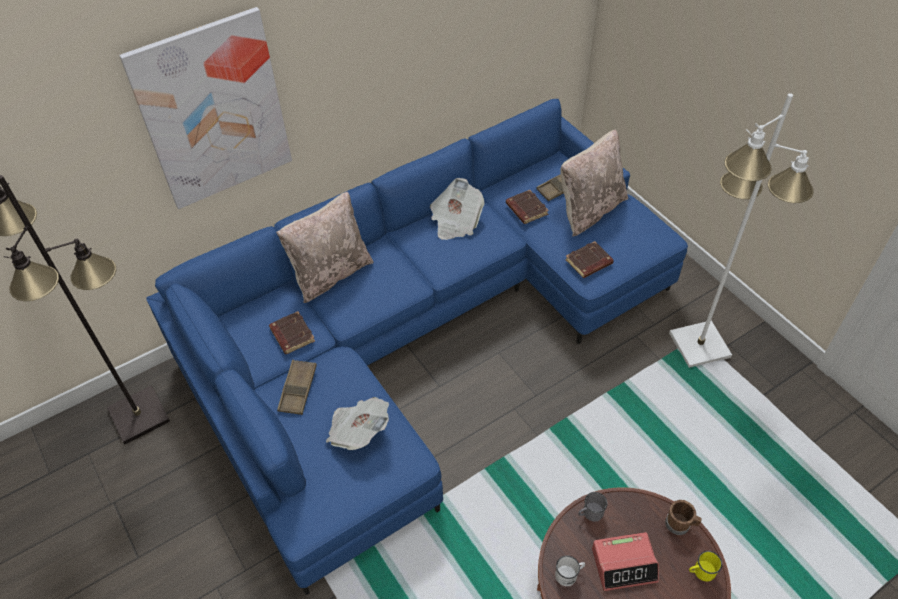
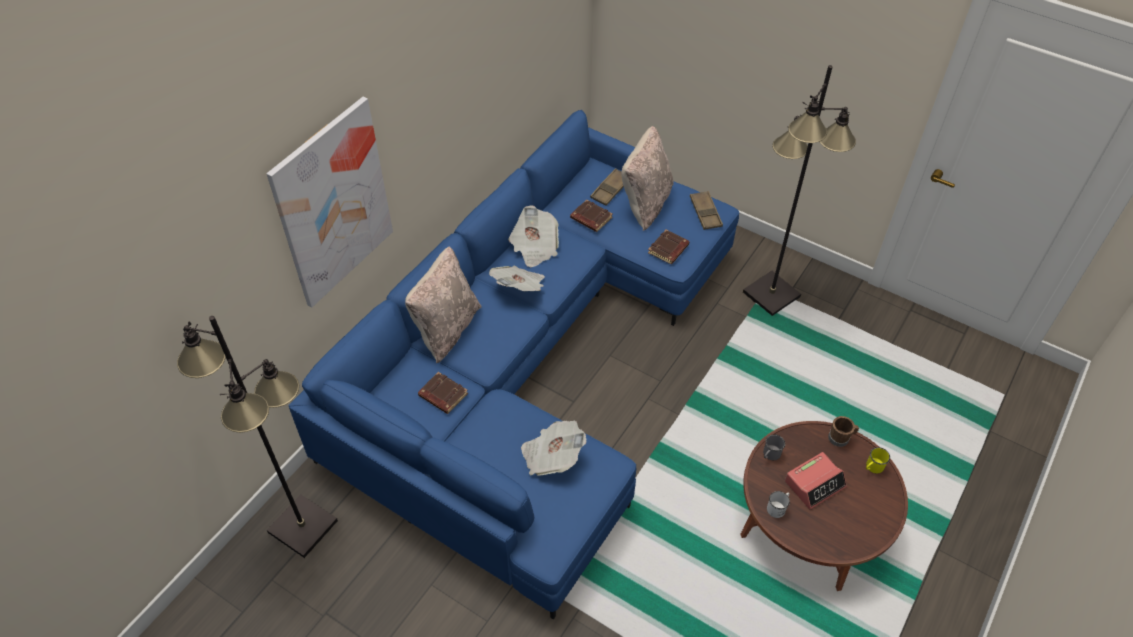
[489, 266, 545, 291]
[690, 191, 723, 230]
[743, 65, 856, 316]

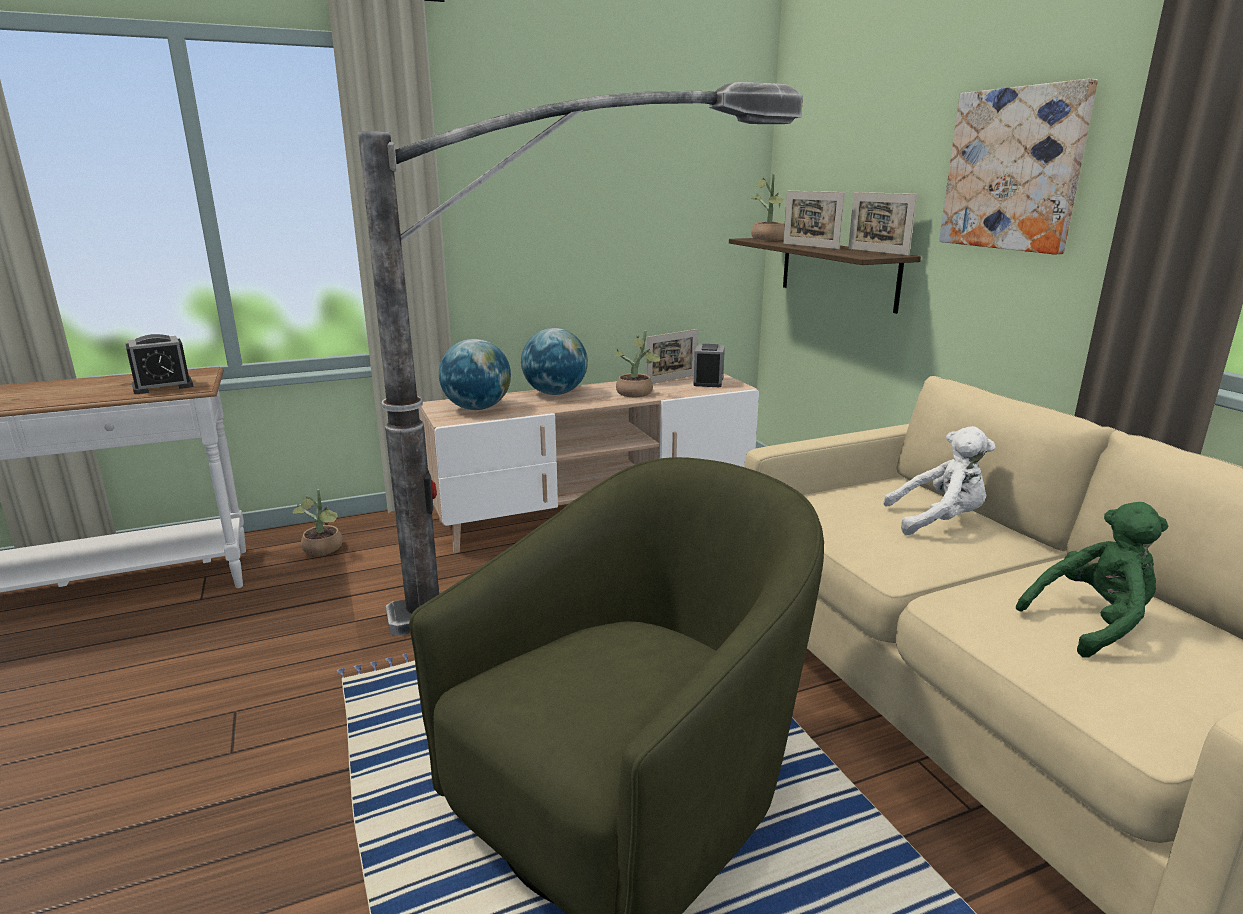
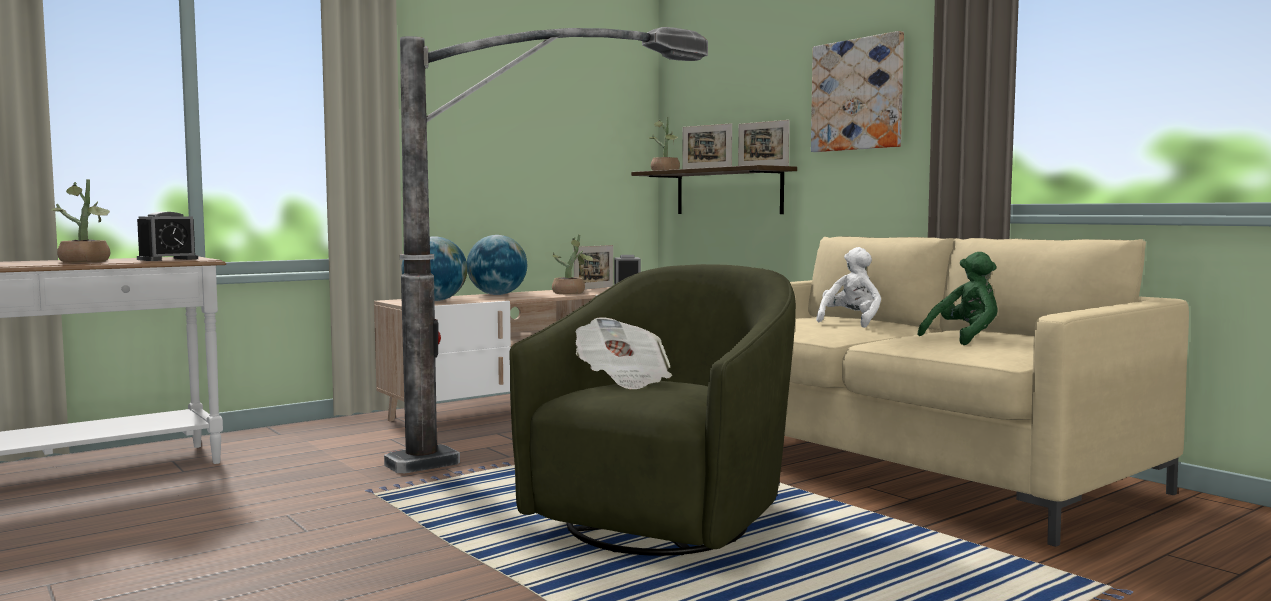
[576, 318, 672, 389]
[51, 179, 110, 263]
[816, 247, 881, 328]

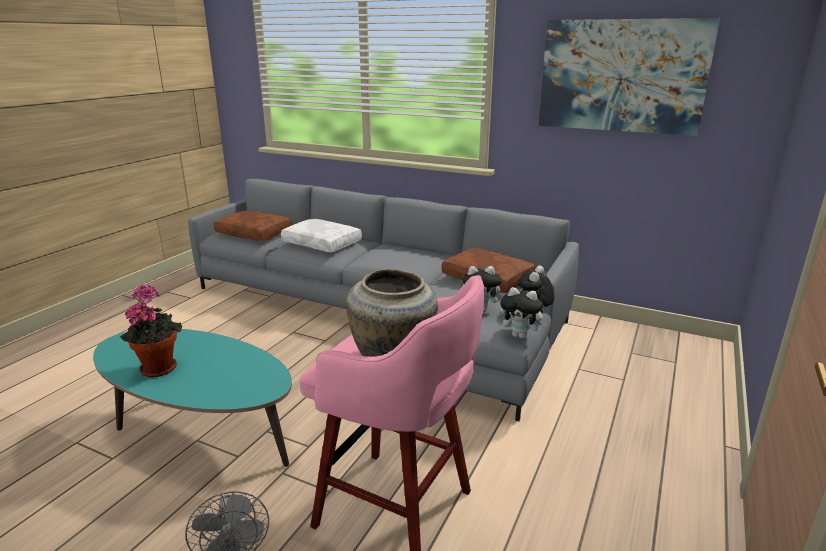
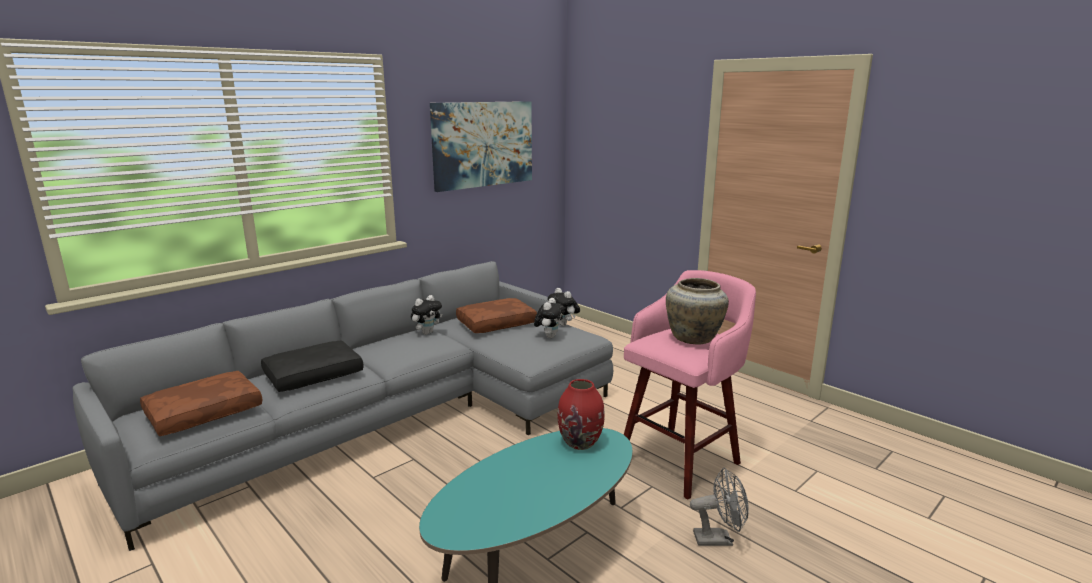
[120, 284, 182, 377] (first image)
[557, 379, 605, 450]
[411, 295, 442, 335]
[261, 340, 364, 392]

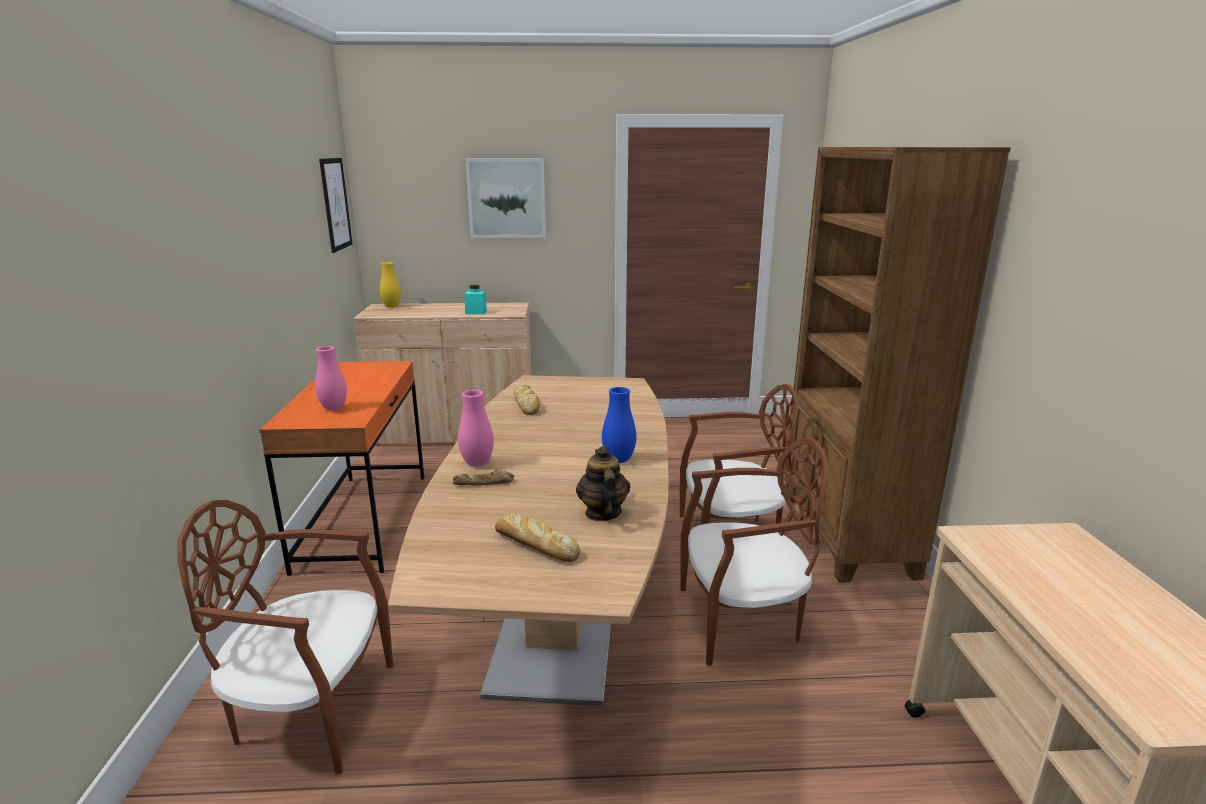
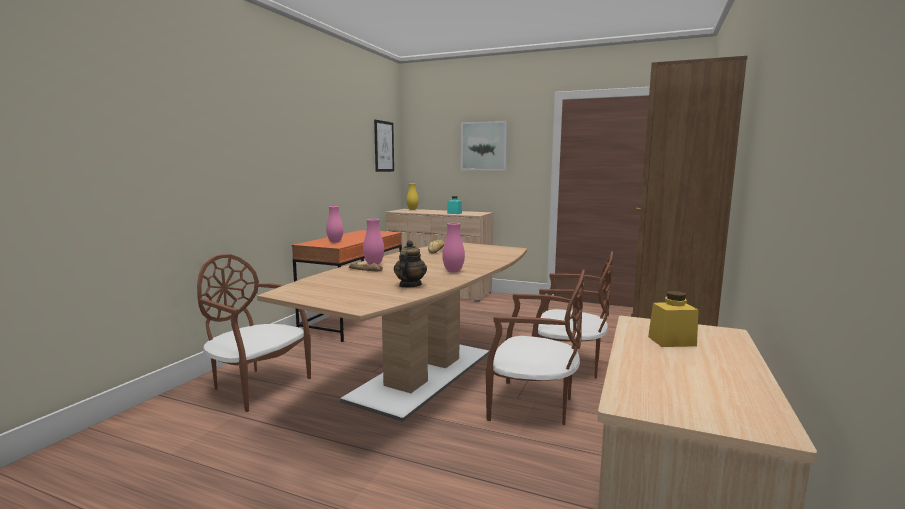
[495, 513, 580, 562] (first image)
[648, 291, 699, 347]
[442, 223, 465, 273]

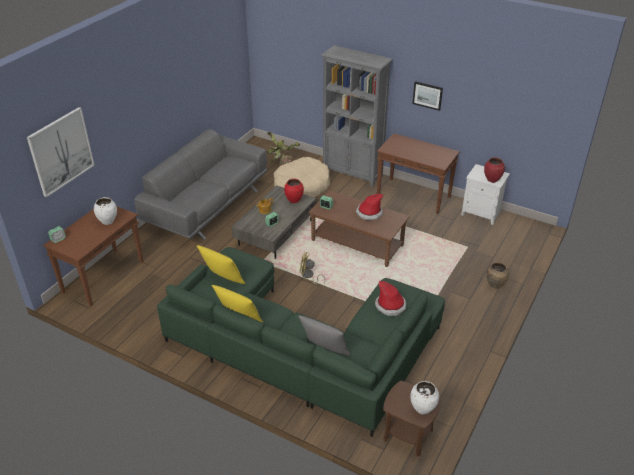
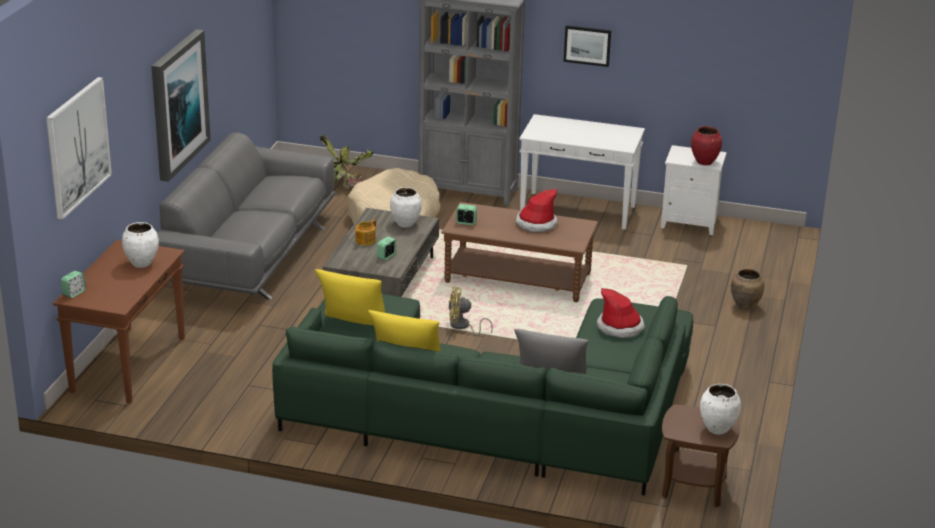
[151, 29, 211, 182]
[390, 187, 422, 227]
[519, 114, 645, 230]

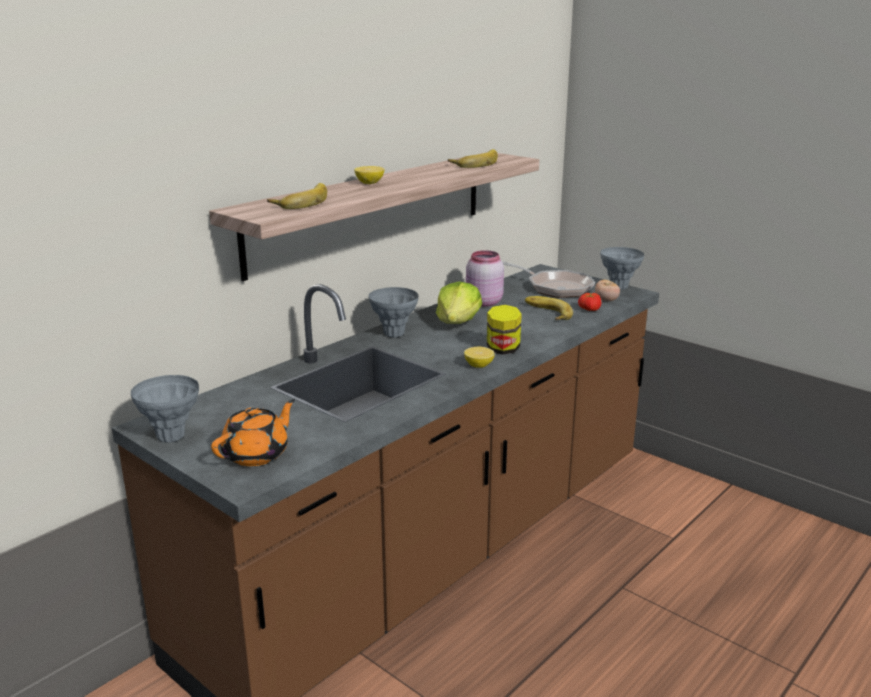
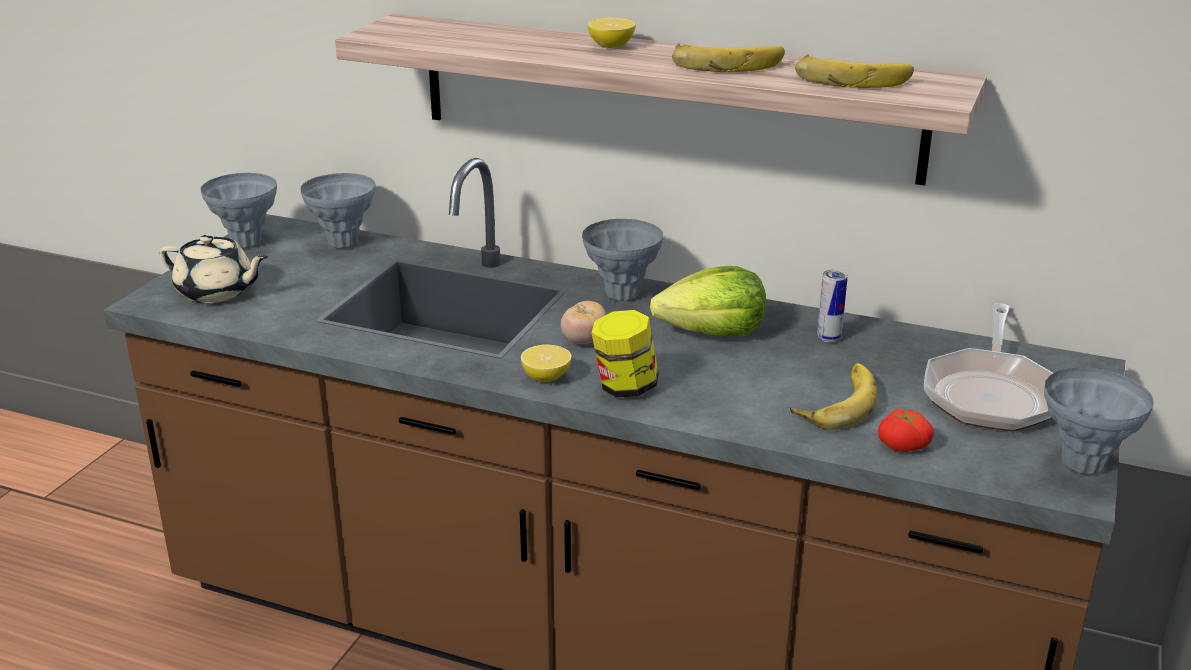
[301, 173, 376, 249]
[672, 43, 785, 72]
[561, 301, 606, 344]
[817, 270, 848, 343]
[159, 234, 268, 303]

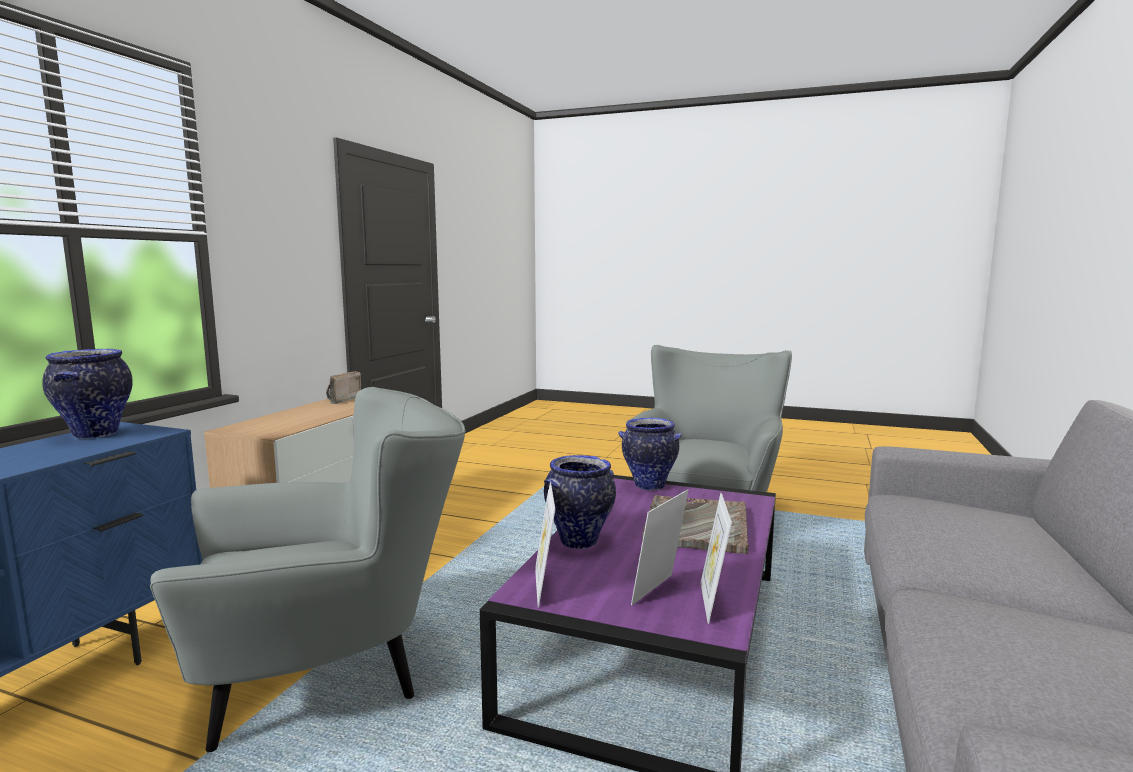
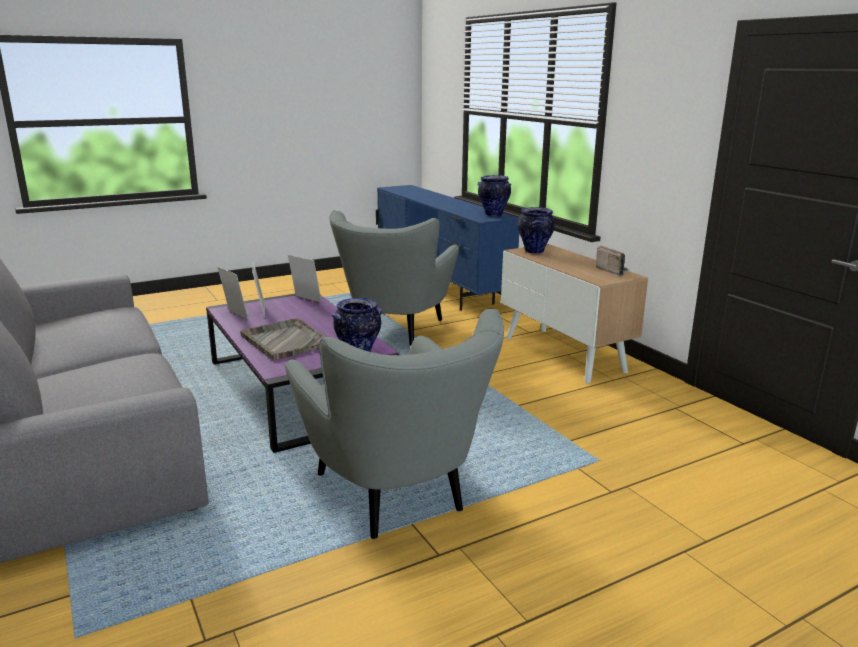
[517, 207, 555, 254]

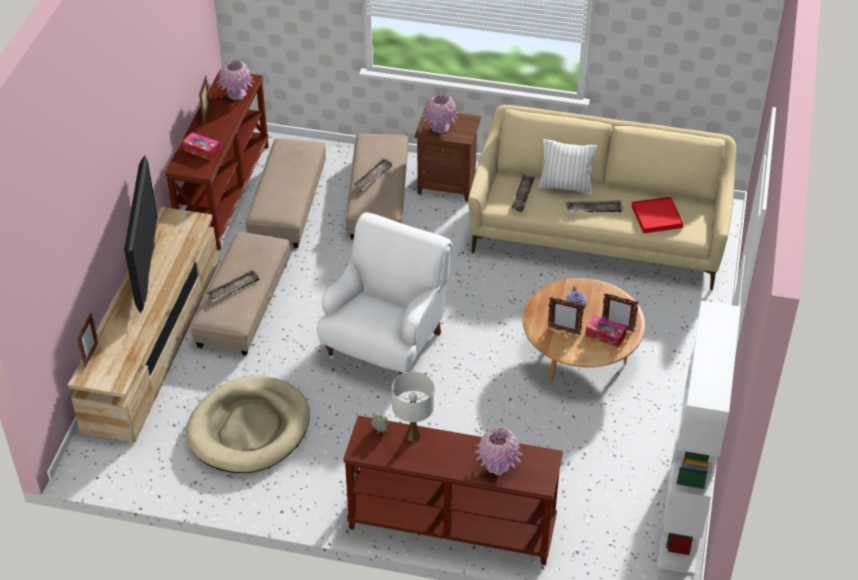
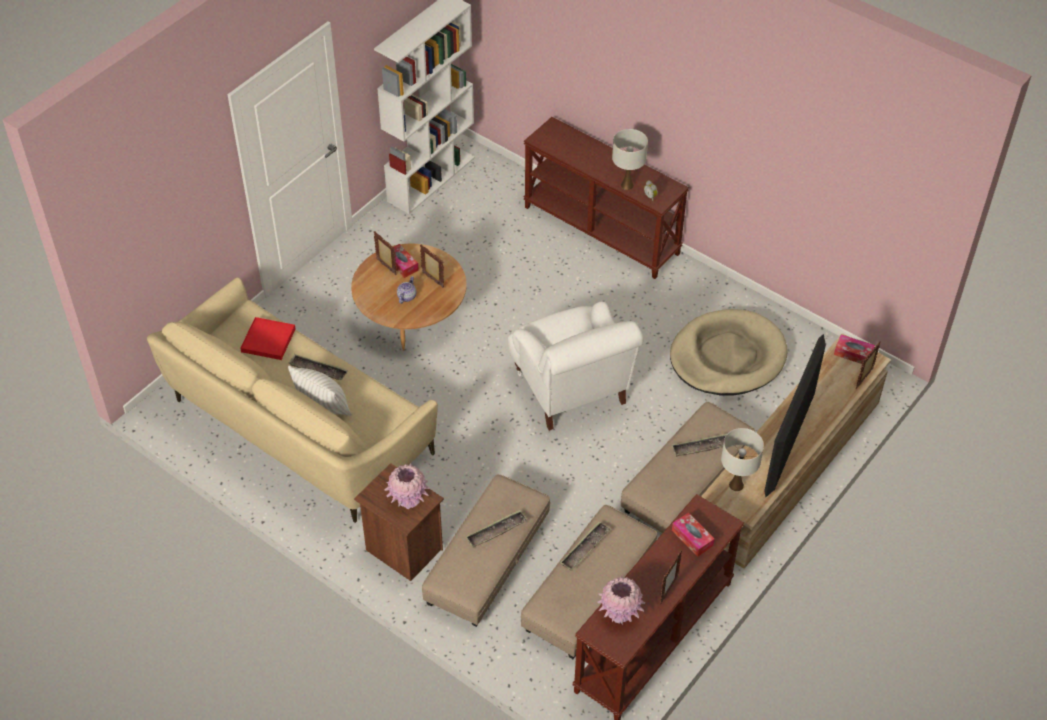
[475, 427, 523, 475] (first image)
[721, 428, 764, 491]
[834, 335, 875, 364]
[560, 521, 611, 571]
[508, 301, 644, 431]

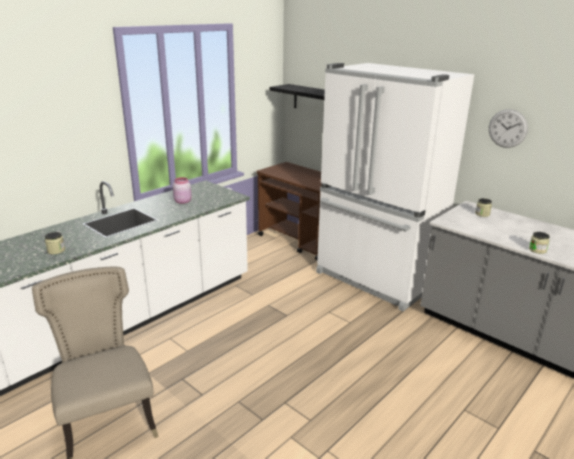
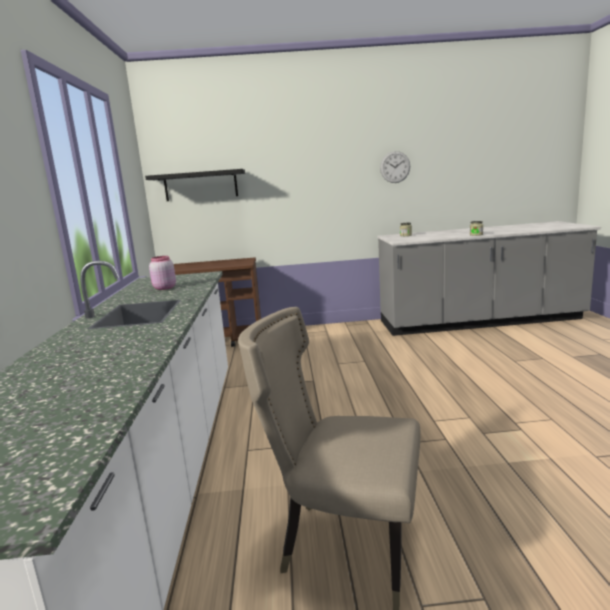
[45, 232, 65, 254] (first image)
[316, 63, 475, 311] (first image)

